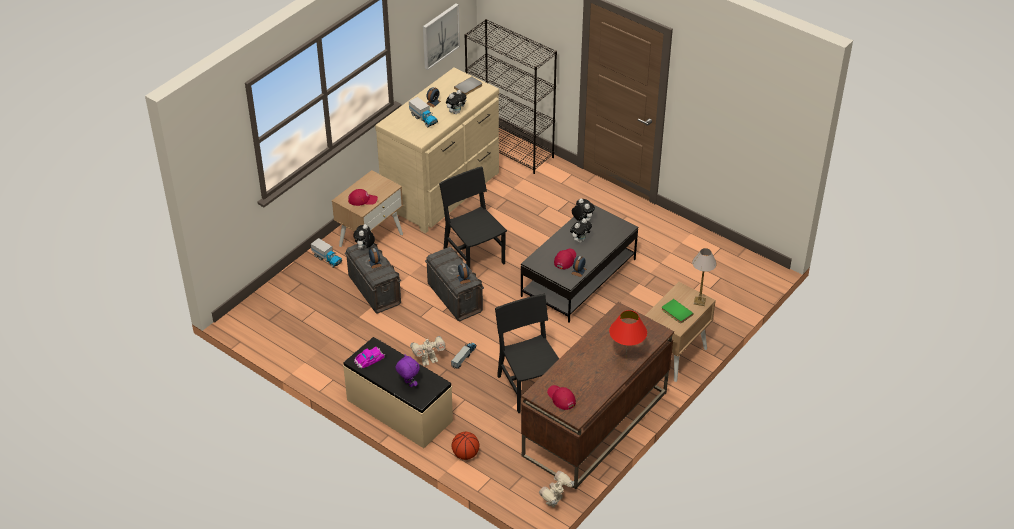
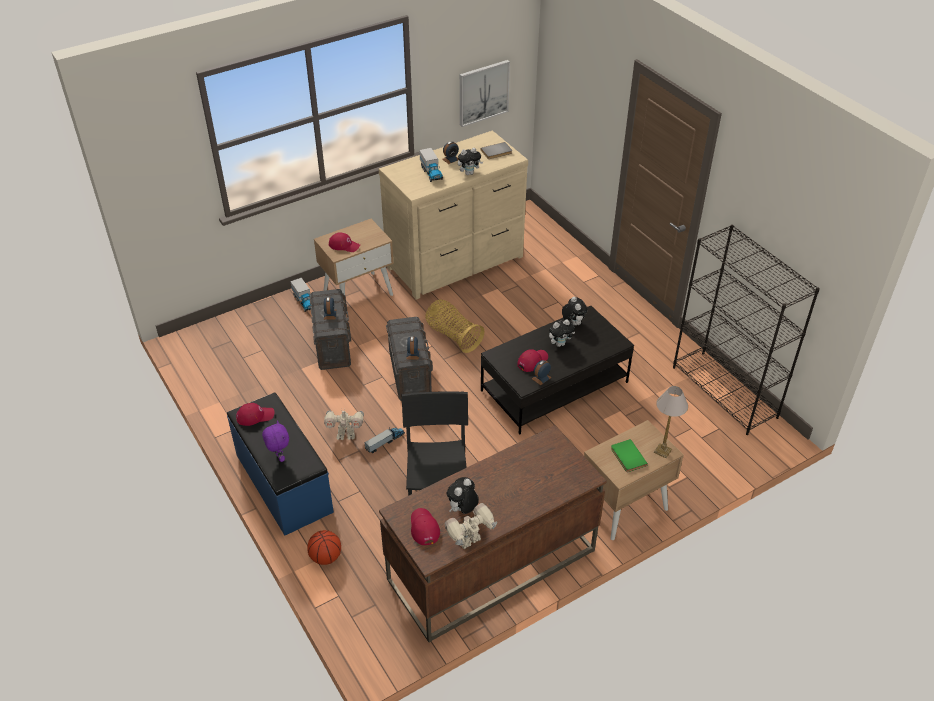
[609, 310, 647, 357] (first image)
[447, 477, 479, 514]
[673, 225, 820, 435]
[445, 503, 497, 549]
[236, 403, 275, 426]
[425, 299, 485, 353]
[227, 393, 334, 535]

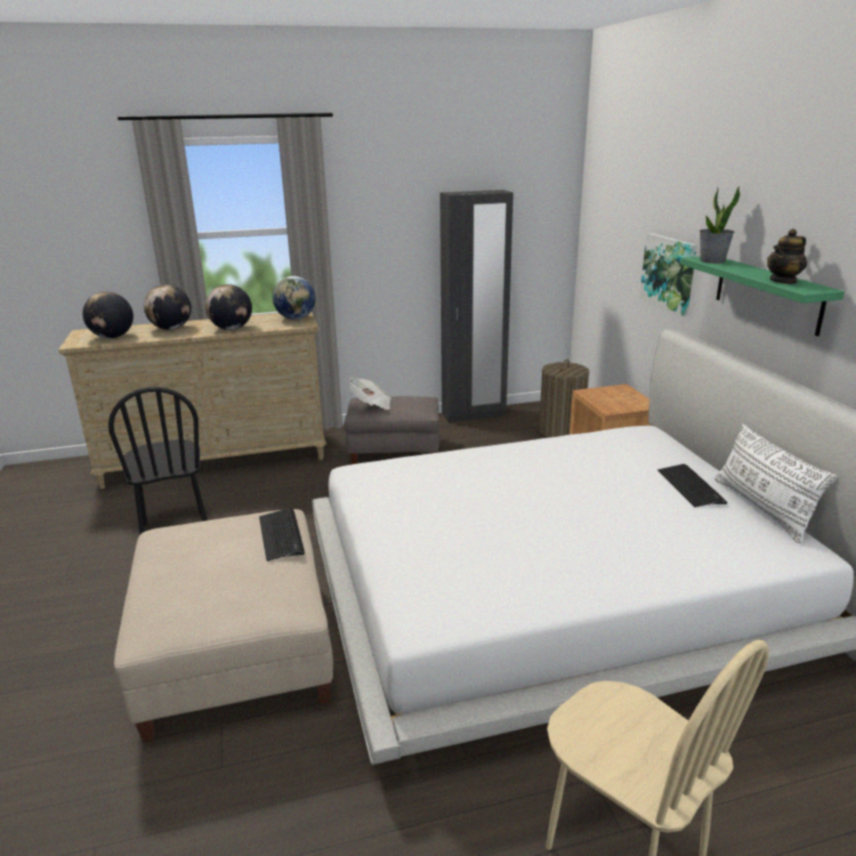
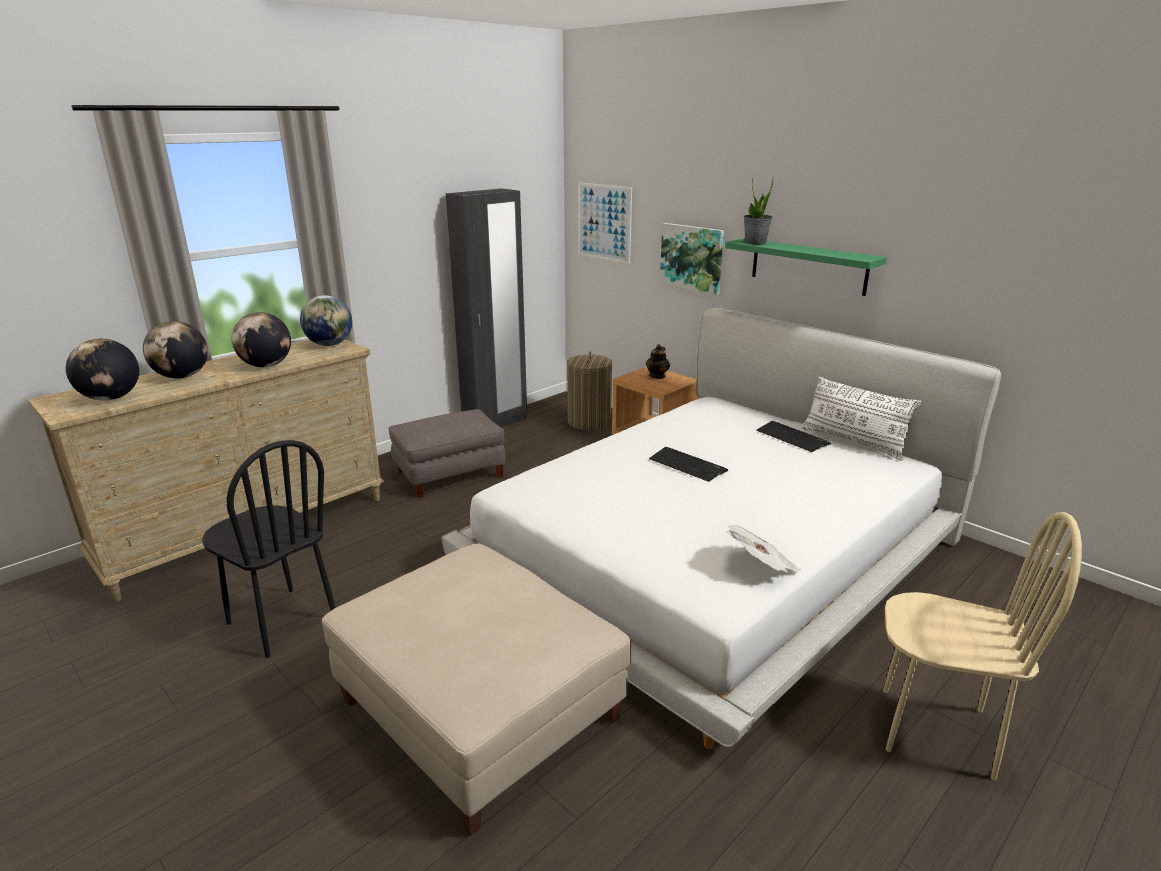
[578, 182, 632, 264]
[649, 447, 728, 482]
[726, 525, 801, 573]
[646, 344, 670, 379]

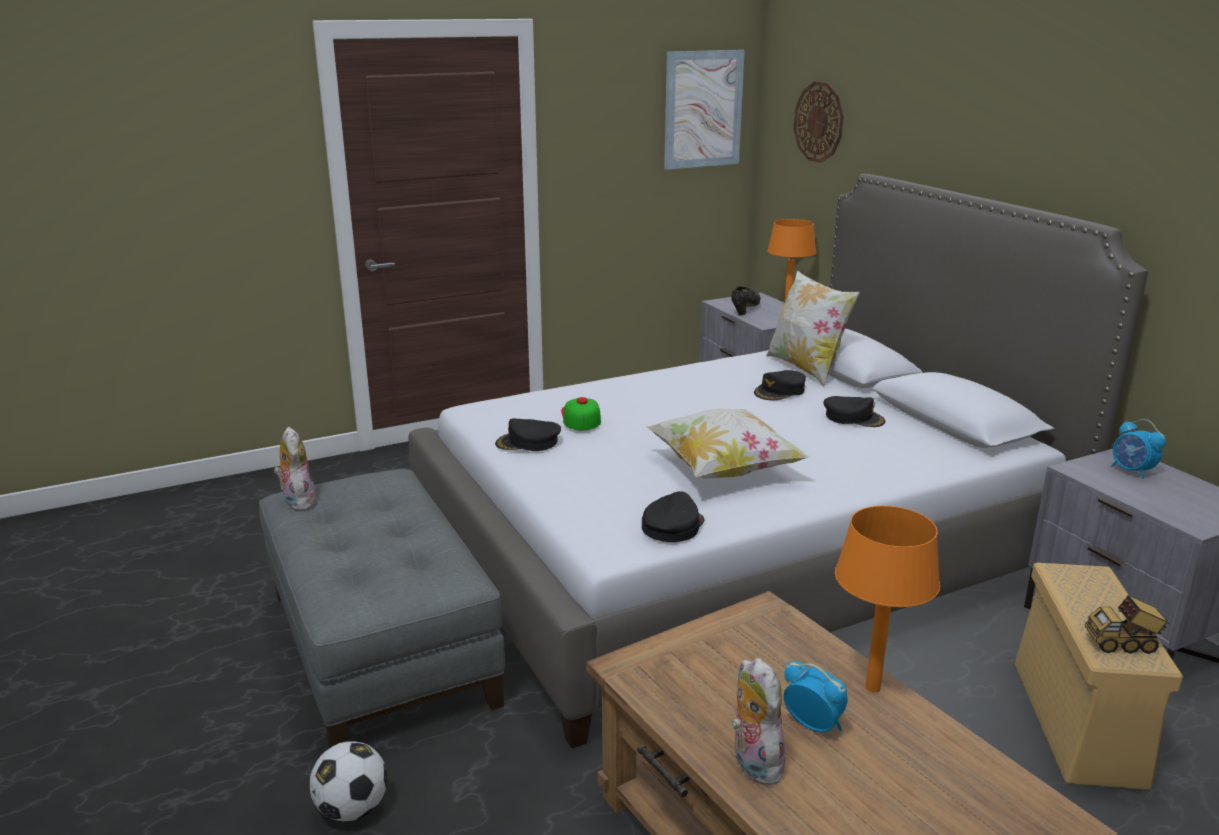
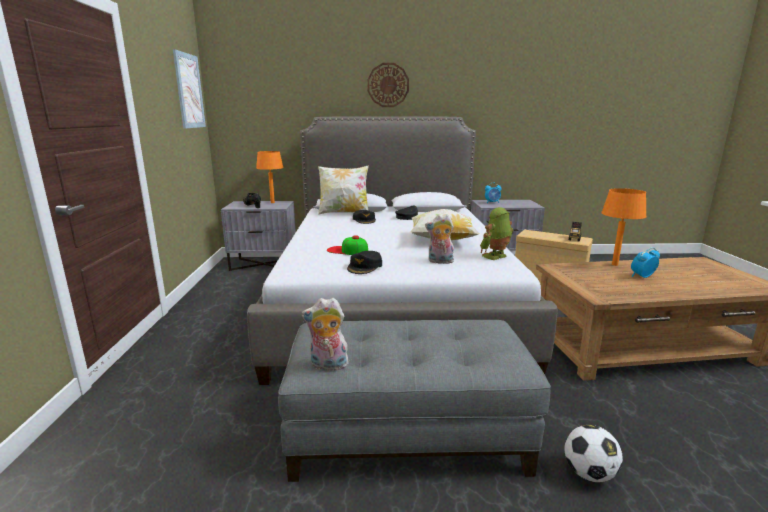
[425, 214, 454, 264]
[367, 63, 409, 107]
[480, 207, 514, 260]

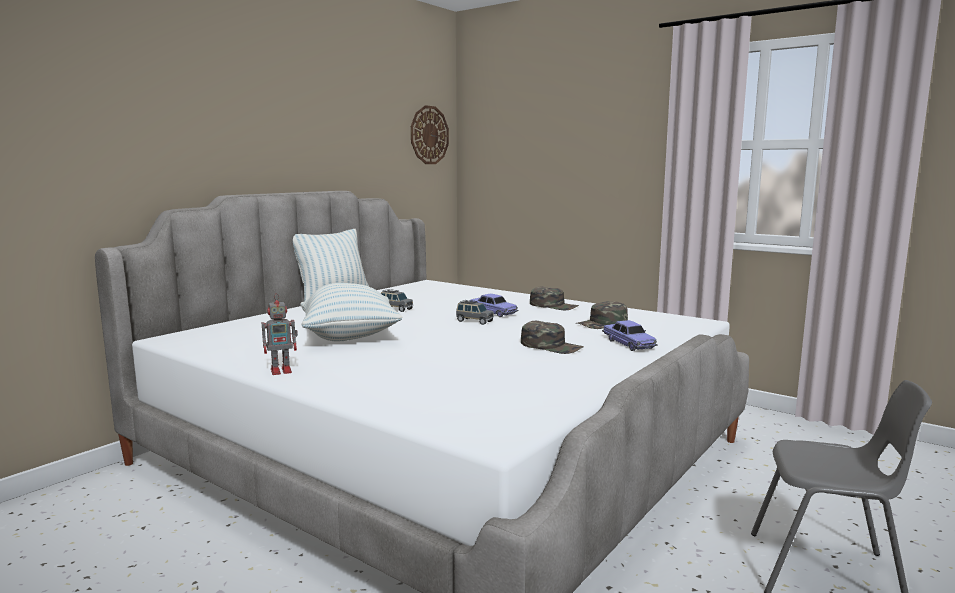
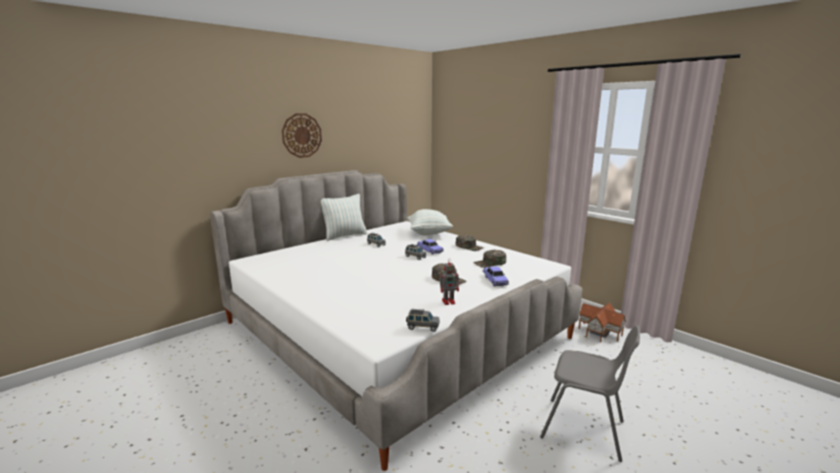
[406, 309, 440, 332]
[578, 303, 626, 342]
[440, 259, 459, 305]
[407, 209, 453, 235]
[282, 113, 322, 158]

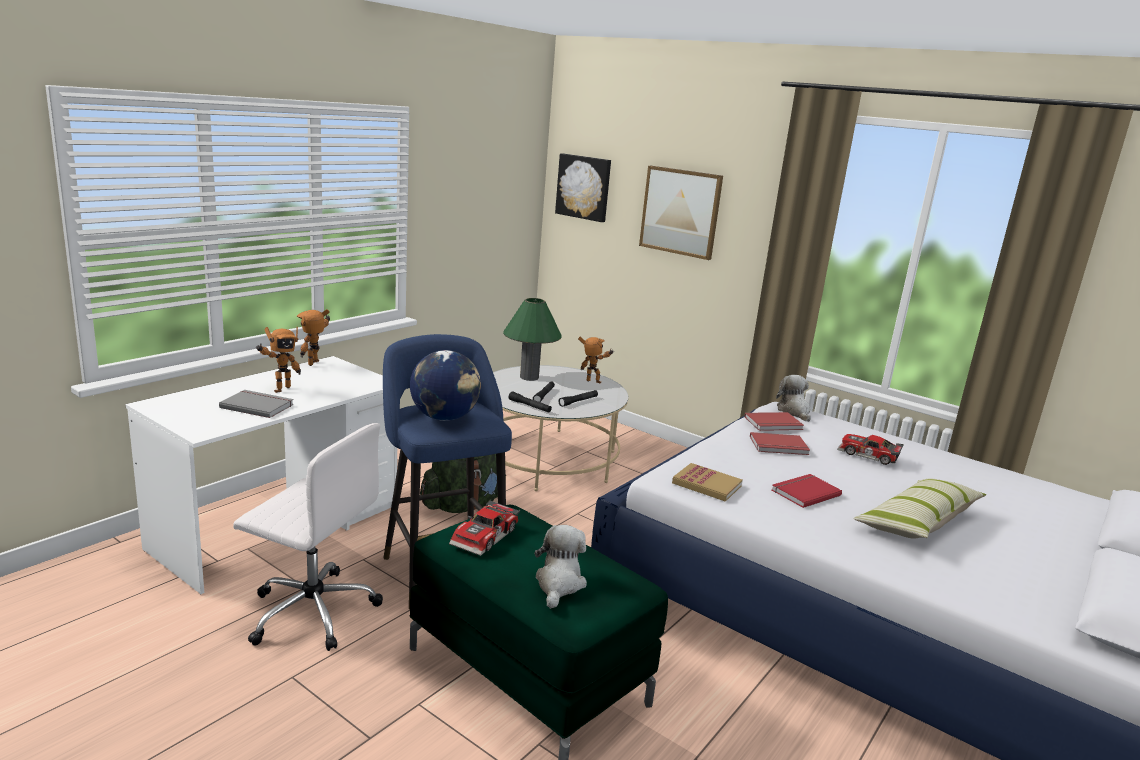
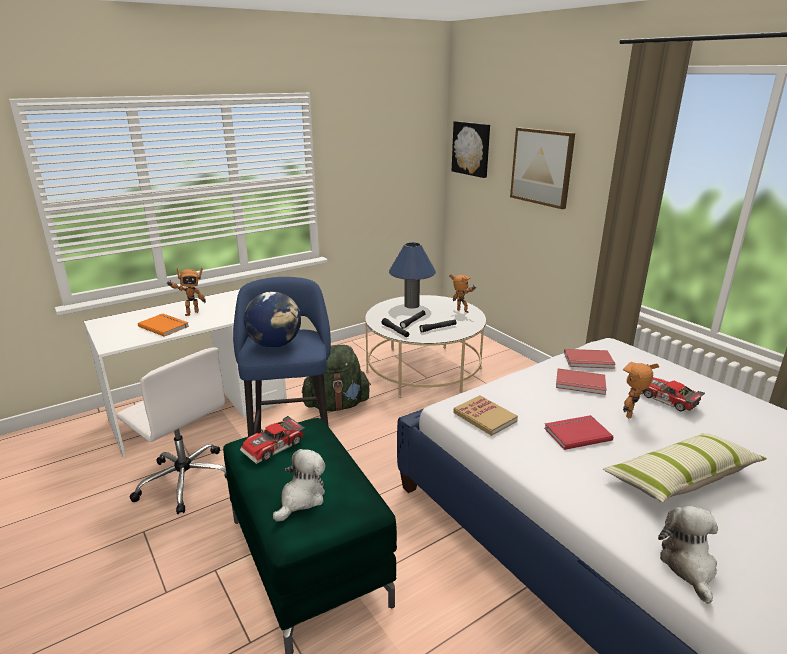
[623, 362, 659, 419]
[658, 506, 718, 604]
[138, 314, 189, 337]
[389, 242, 436, 309]

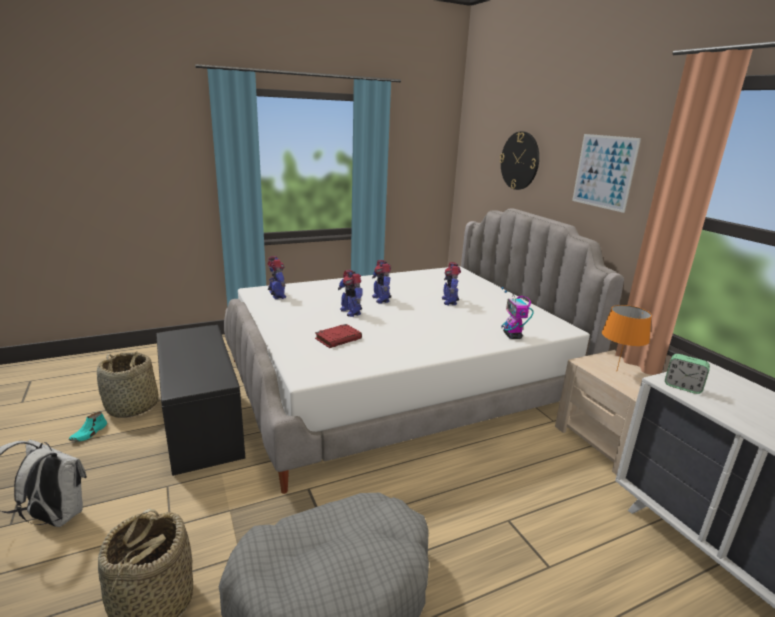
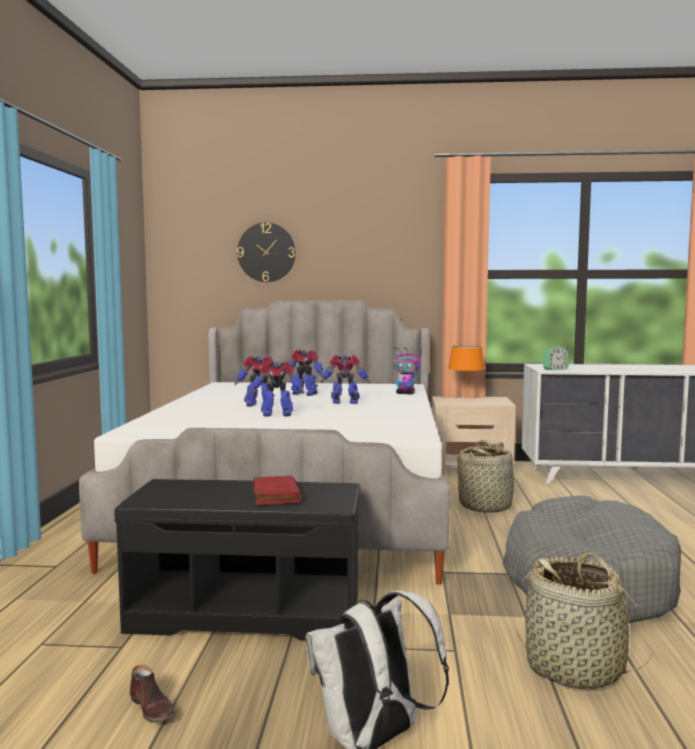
[572, 134, 641, 213] (first image)
[457, 440, 518, 513]
[321, 354, 370, 404]
[253, 476, 301, 505]
[130, 665, 175, 722]

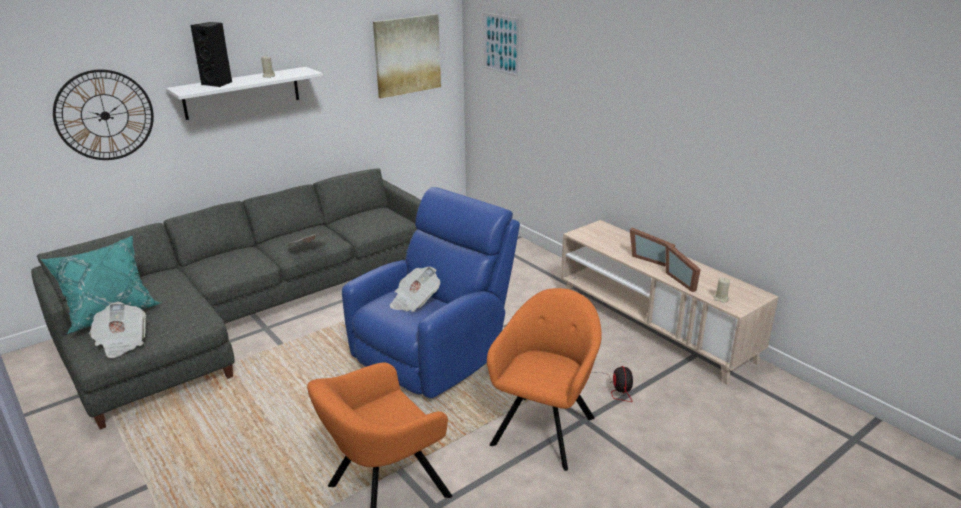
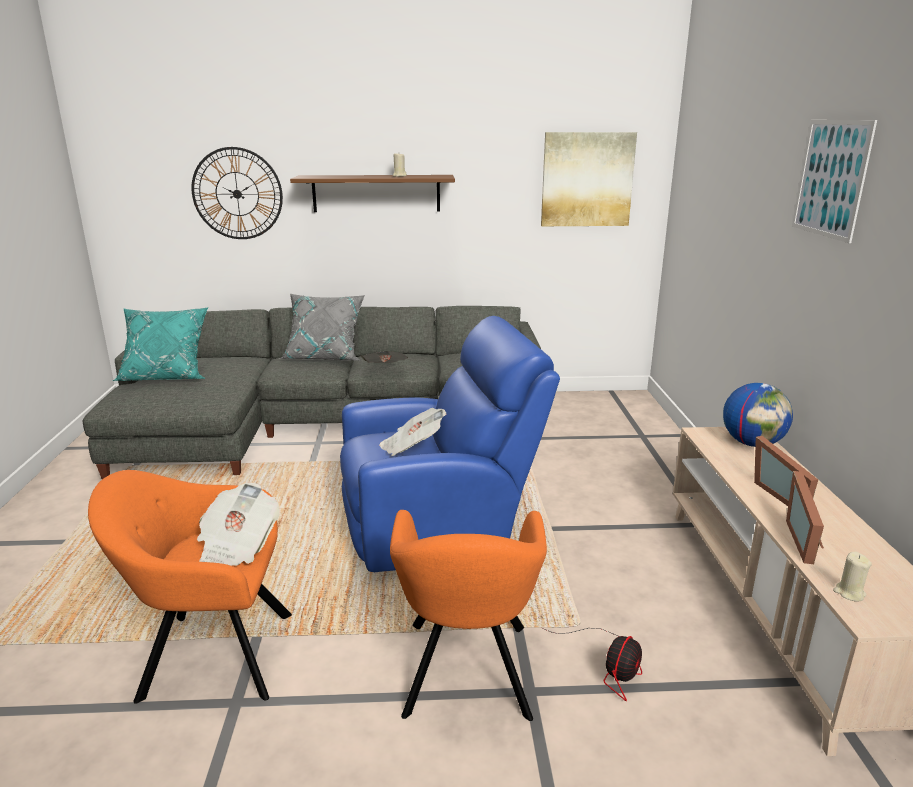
[190, 22, 232, 87] (first image)
[279, 294, 365, 361]
[723, 383, 793, 447]
[197, 483, 280, 566]
[792, 120, 877, 243]
[290, 175, 455, 212]
[390, 510, 547, 721]

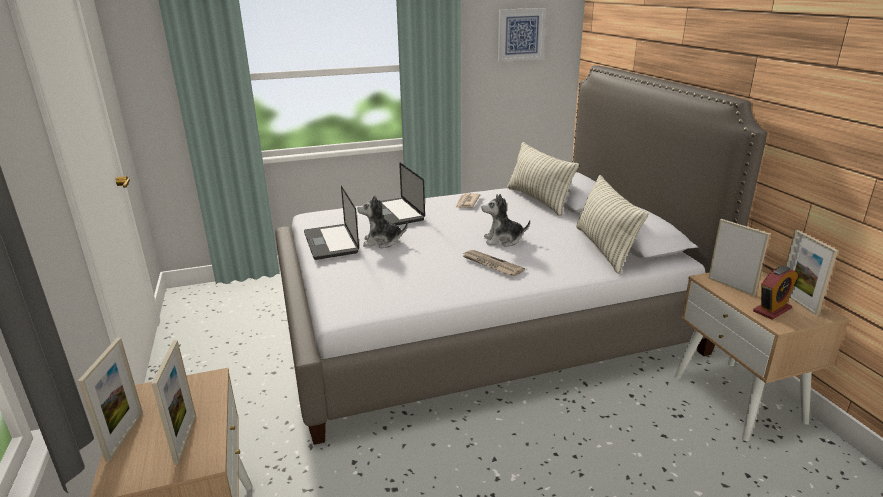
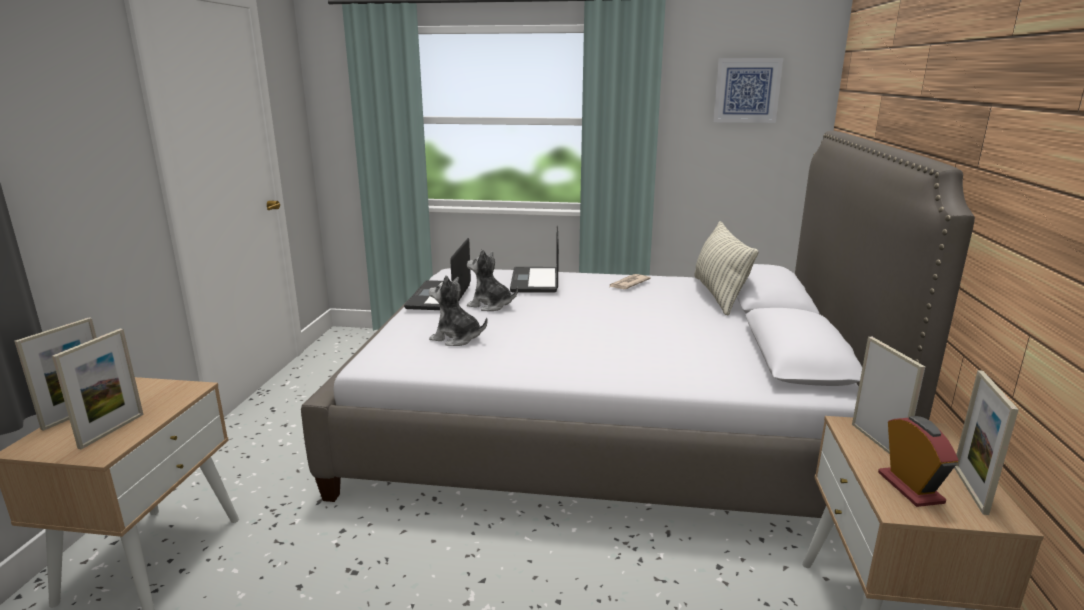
[462, 250, 525, 276] (first image)
[576, 175, 648, 273] (first image)
[429, 275, 488, 346]
[878, 416, 958, 507]

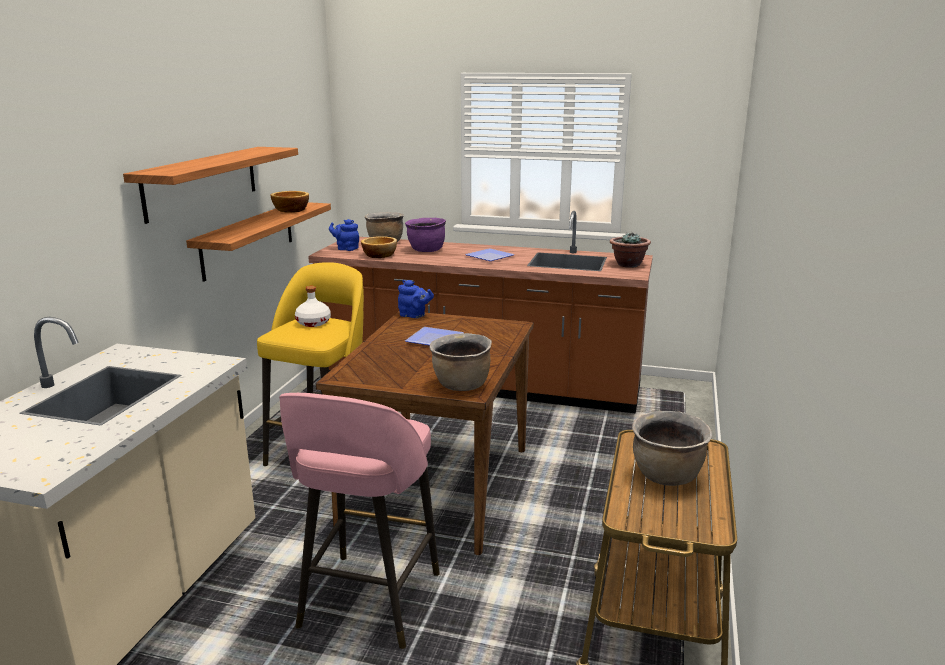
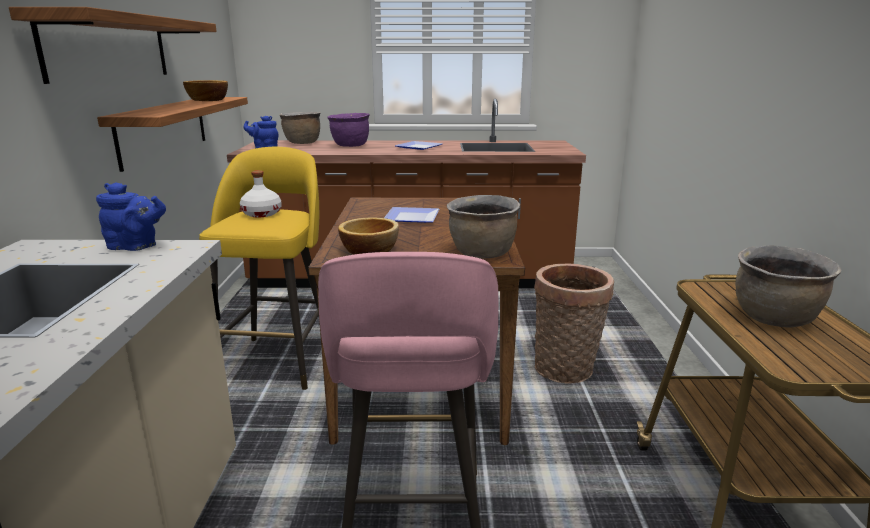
[610, 232, 651, 268] (first image)
[534, 263, 614, 383]
[338, 217, 399, 255]
[96, 182, 166, 251]

